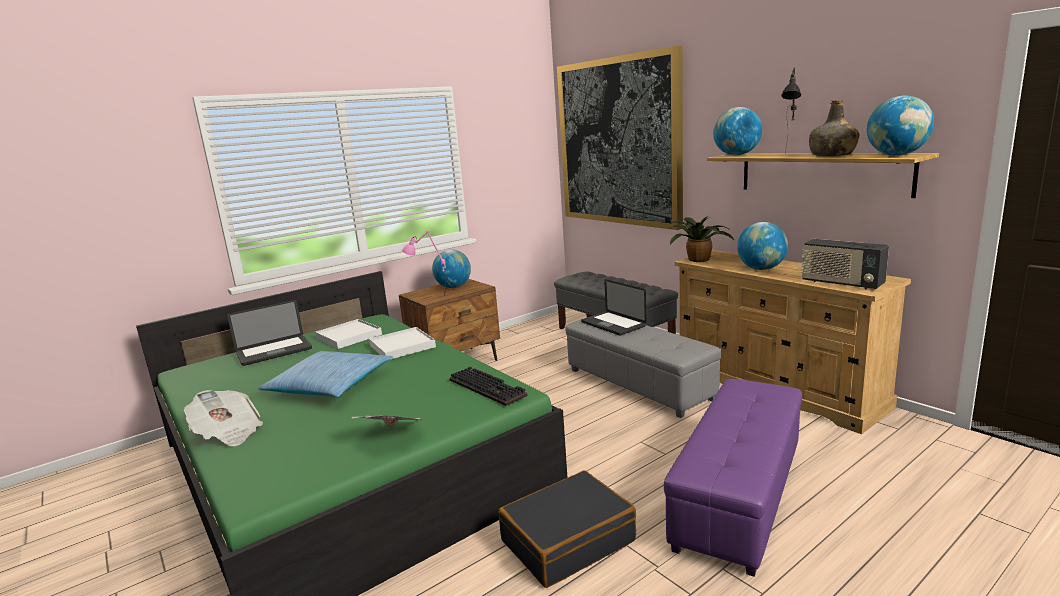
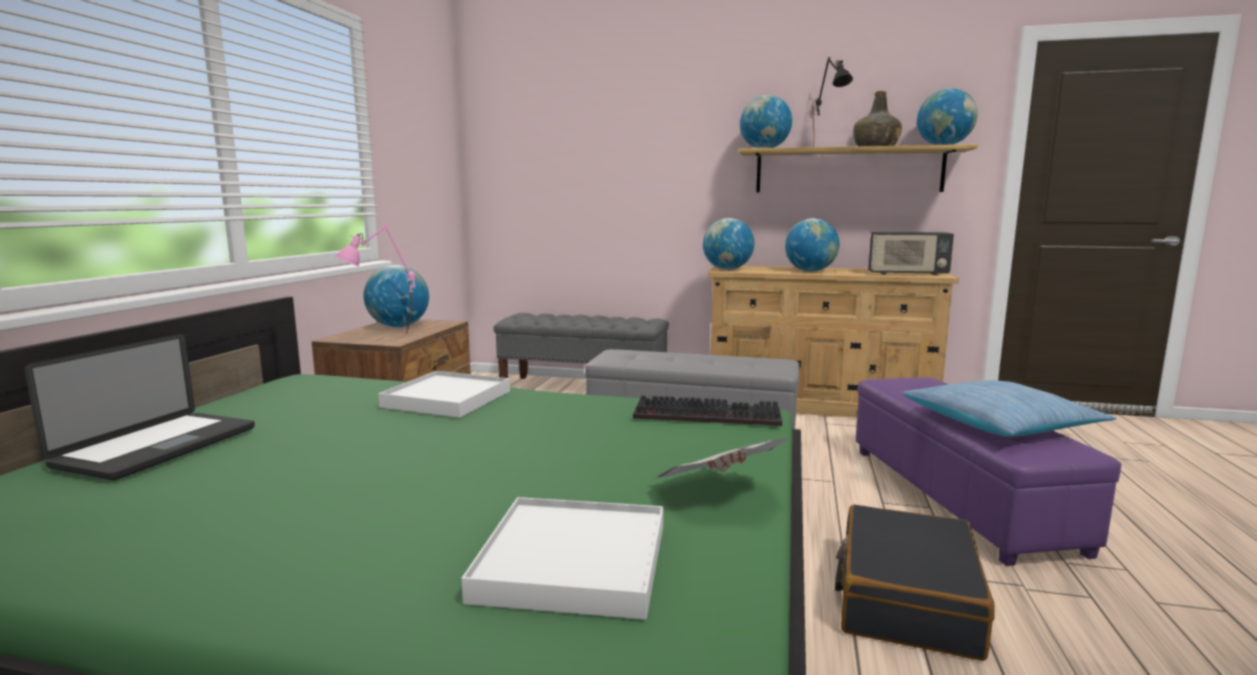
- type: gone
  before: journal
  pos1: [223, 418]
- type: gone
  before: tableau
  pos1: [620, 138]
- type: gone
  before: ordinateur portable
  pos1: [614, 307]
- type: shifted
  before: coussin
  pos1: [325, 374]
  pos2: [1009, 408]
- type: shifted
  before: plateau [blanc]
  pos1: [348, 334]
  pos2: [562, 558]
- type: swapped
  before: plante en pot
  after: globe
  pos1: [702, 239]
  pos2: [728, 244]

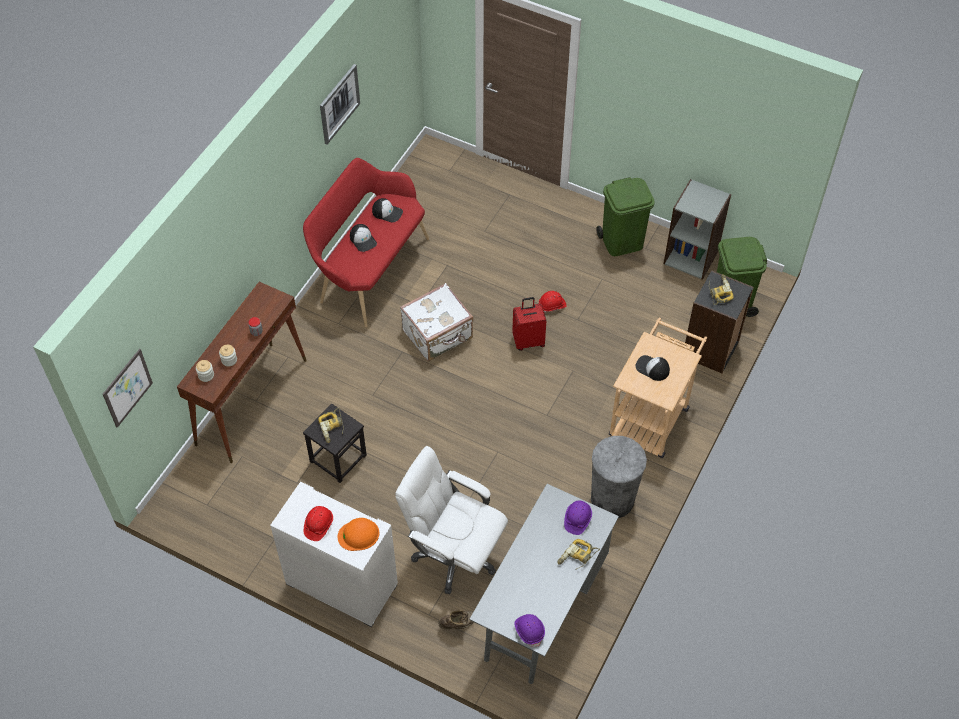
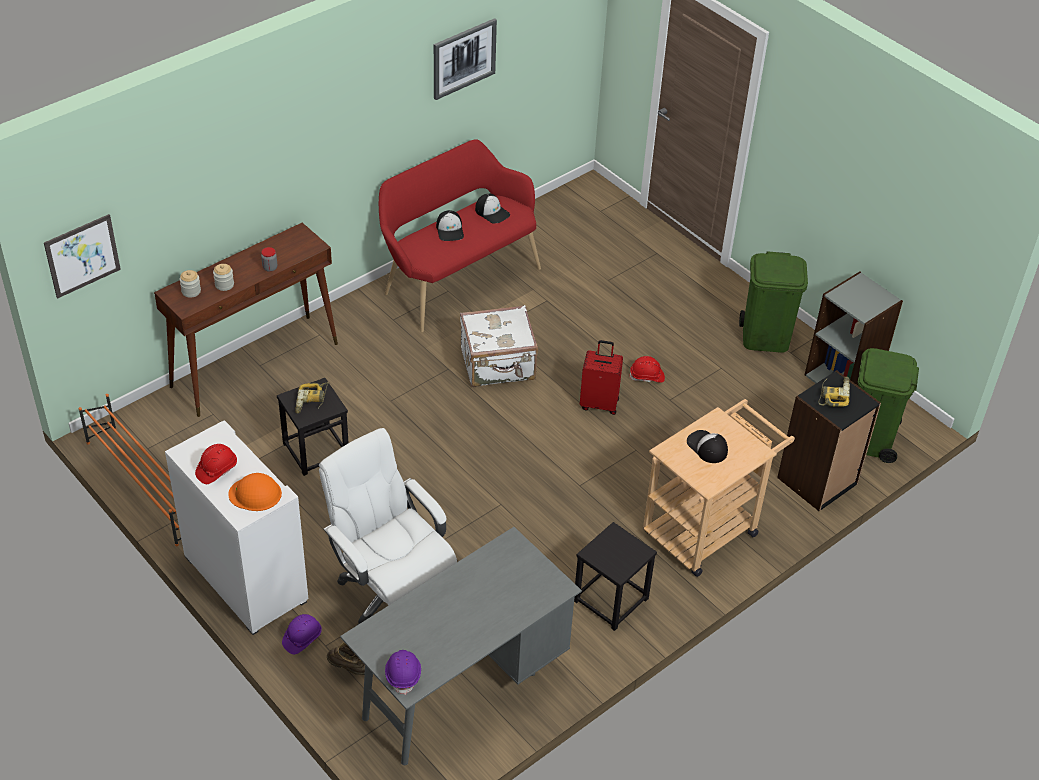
- type: gone
  before: perceuse
  pos1: [578, 554]
- type: new
  after: étagère à chaussures [orange]
  pos2: [130, 470]
- type: shifted
  before: casque de chantier [violet]
  pos1: [578, 518]
  pos2: [302, 634]
- type: swapped
  before: poubelle [gris]
  after: tabouret [noir]
  pos1: [619, 477]
  pos2: [615, 576]

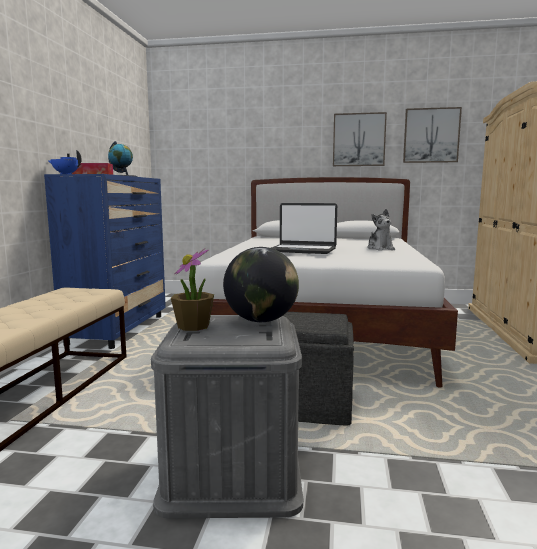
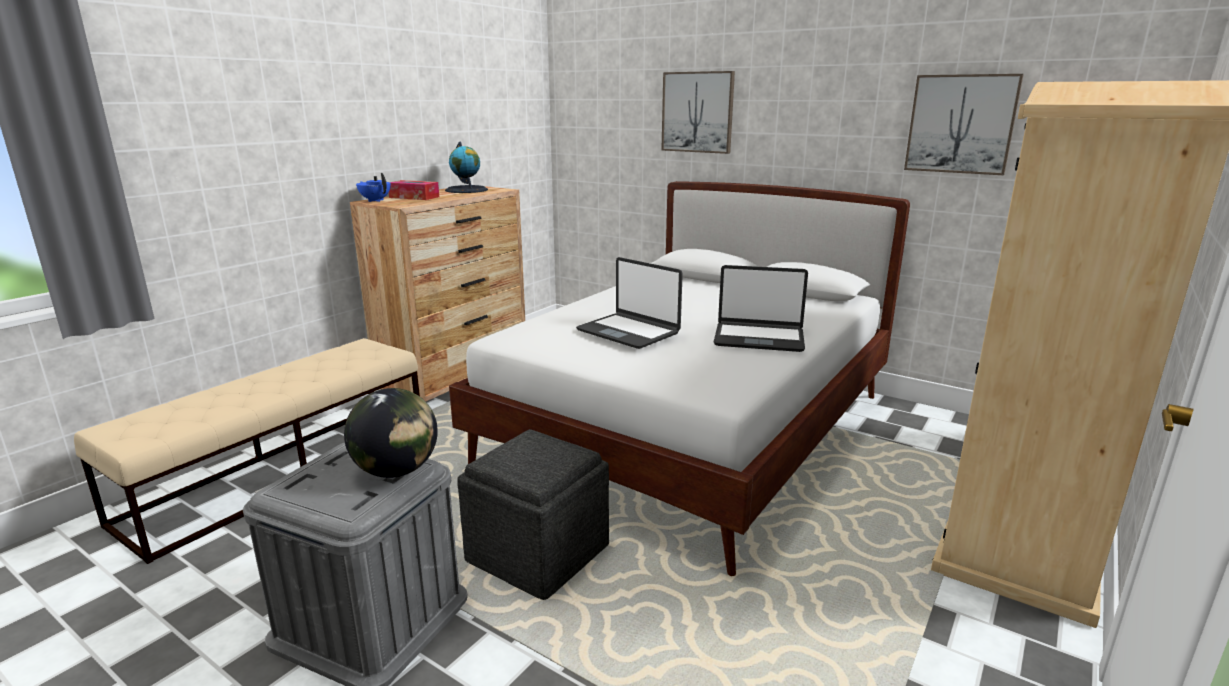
- type: gone
  before: plante en pot
  pos1: [192, 289]
- type: shifted
  before: tableau
  pos1: [360, 139]
  pos2: [698, 112]
- type: swapped
  before: peluche
  after: ordinateur portable
  pos1: [381, 230]
  pos2: [761, 308]
- type: repainted
  before: commode [bleu]
  after: commode [marron]
  pos1: [105, 261]
  pos2: [437, 294]

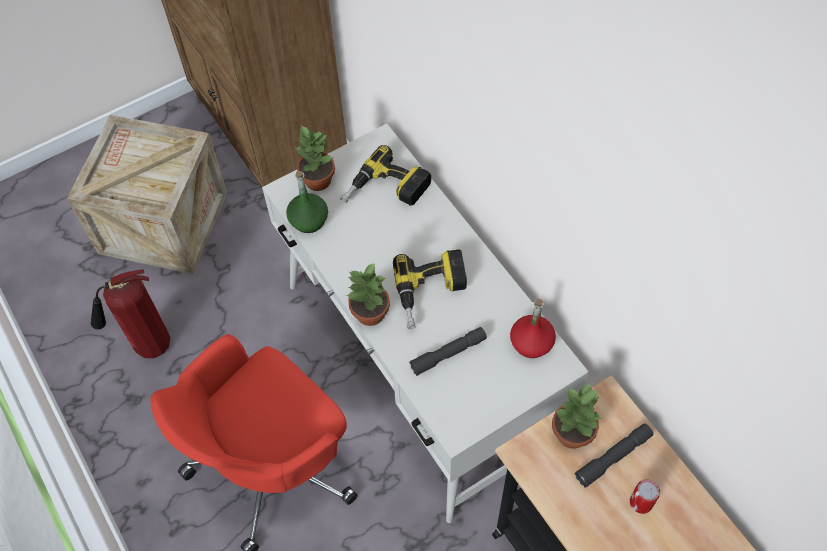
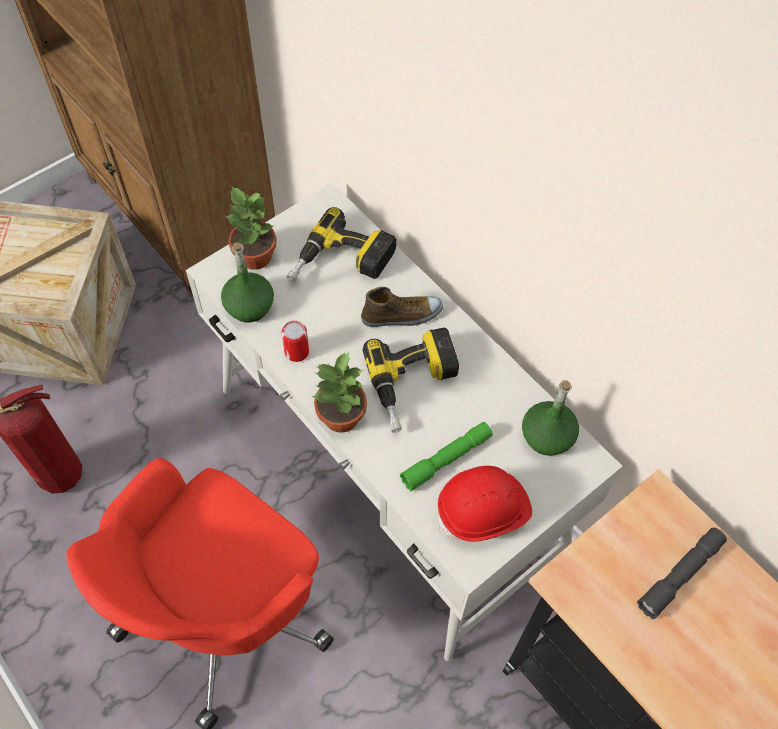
- type: gone
  before: plante en pot
  pos1: [576, 416]
- type: new
  after: chaussure
  pos2: [402, 307]
- type: new
  after: casque de chantier [rouge]
  pos2: [485, 504]
- type: shifted
  before: boîte métallique
  pos1: [645, 496]
  pos2: [295, 341]
- type: repainted
  before: lampe de poche [gris]
  after: lampe de poche [vert]
  pos1: [448, 351]
  pos2: [446, 456]
- type: repainted
  before: bouteille [rouge]
  after: bouteille [vert]
  pos1: [533, 328]
  pos2: [550, 418]

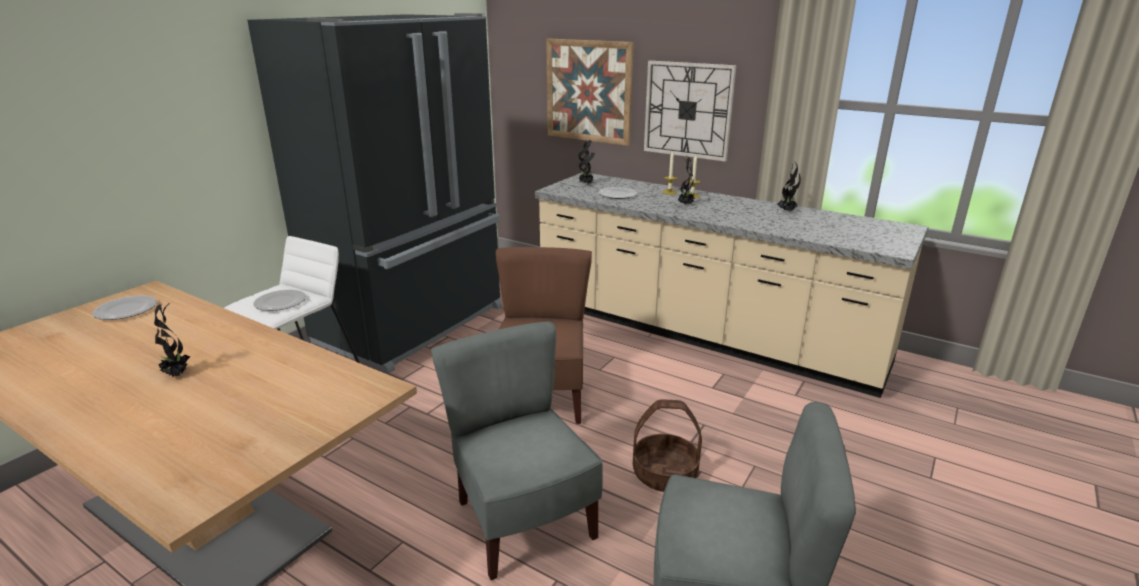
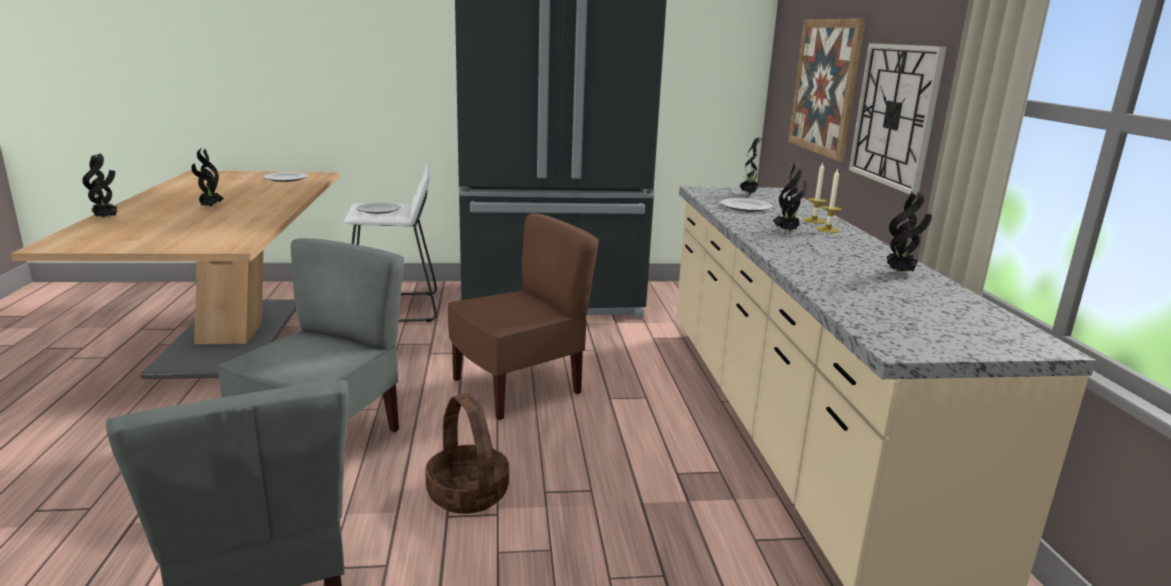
- type: new
  after: plante en pot
  pos2: [99, 186]

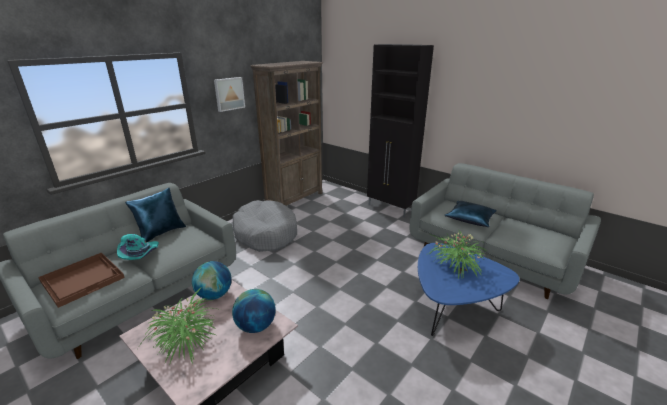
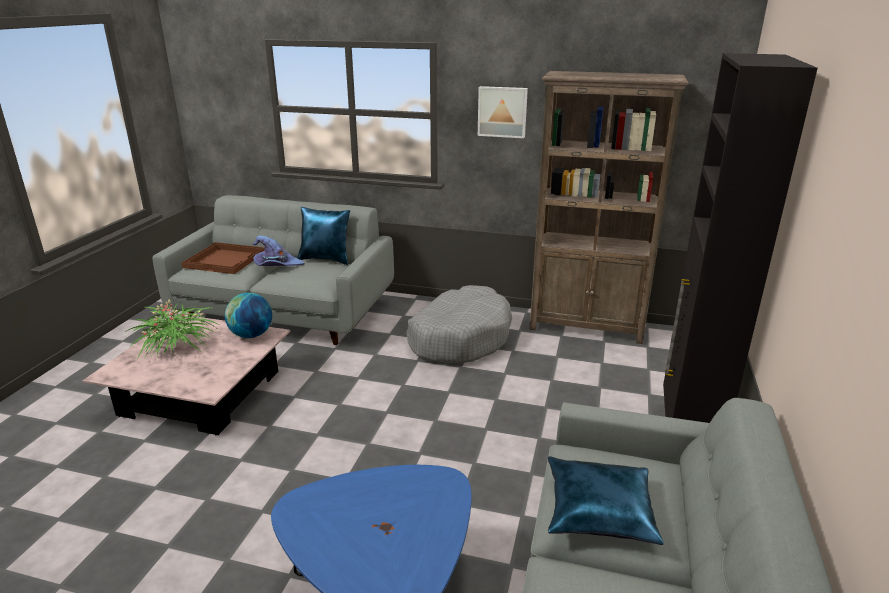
- type: gone
  before: globe
  pos1: [254, 311]
- type: gone
  before: plante en pot
  pos1: [457, 254]
- type: repainted
  before: chapeau [turquoise]
  after: chapeau [violet]
  pos1: [138, 247]
  pos2: [278, 251]

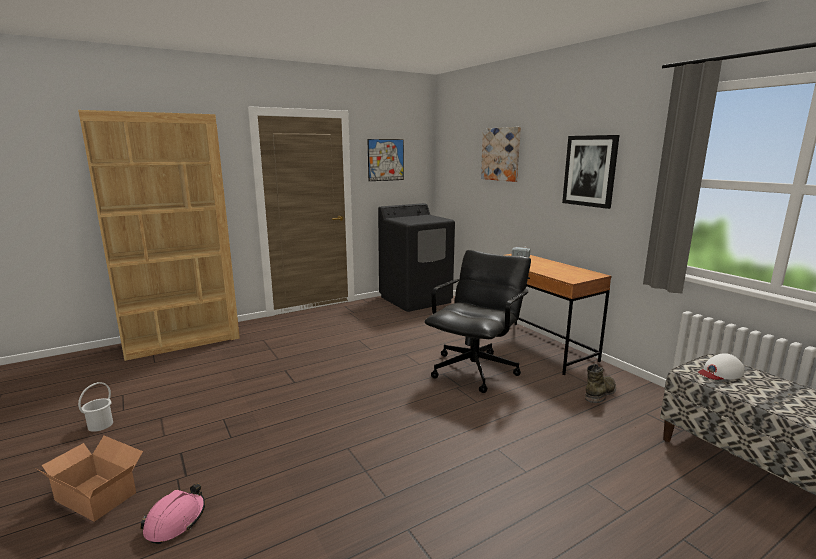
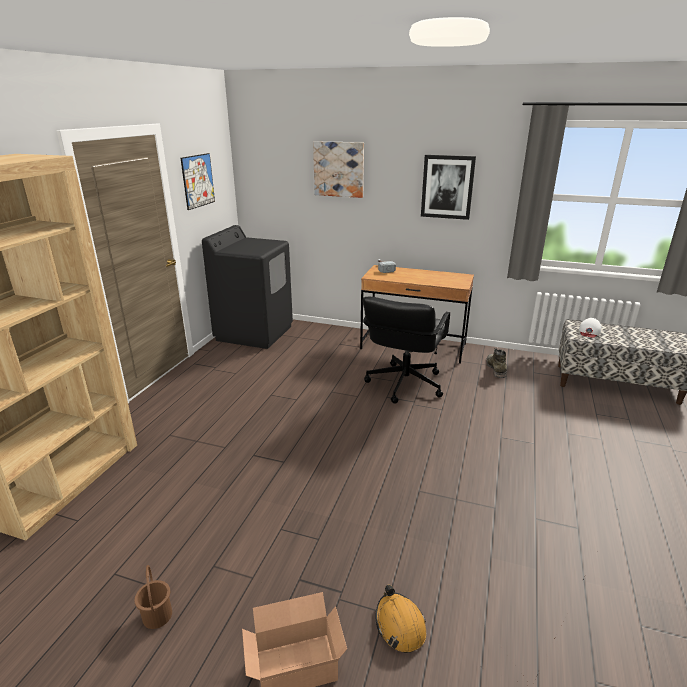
- type: repainted
  before: seau [blanc]
  after: seau [marron]
  pos1: [95, 407]
  pos2: [153, 597]
- type: repainted
  before: casque de chantier [rose]
  after: casque de chantier [orange]
  pos1: [172, 513]
  pos2: [401, 619]
- type: rotated
  before: chaise de bureau [noir]
  pos1: [477, 321]
  pos2: [406, 350]
  turn: -150

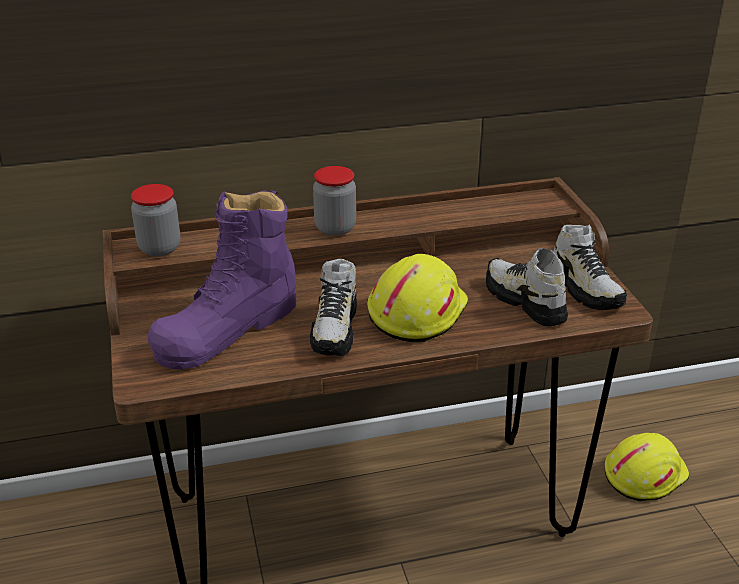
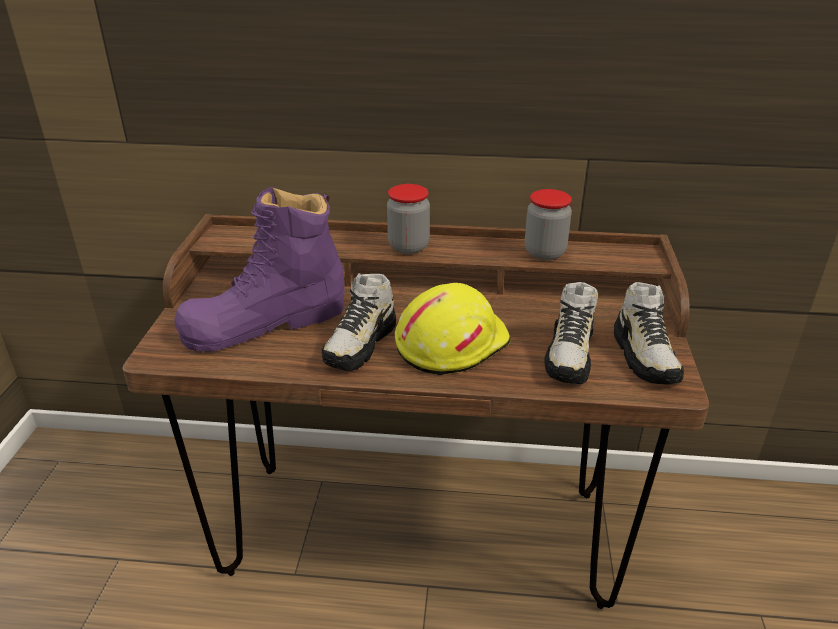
- type: gone
  before: casque de chantier [jaune]
  pos1: [647, 467]
- type: shifted
  before: bocal
  pos1: [155, 220]
  pos2: [548, 224]
- type: rotated
  before: chaussure
  pos1: [527, 287]
  pos2: [571, 333]
  turn: -150

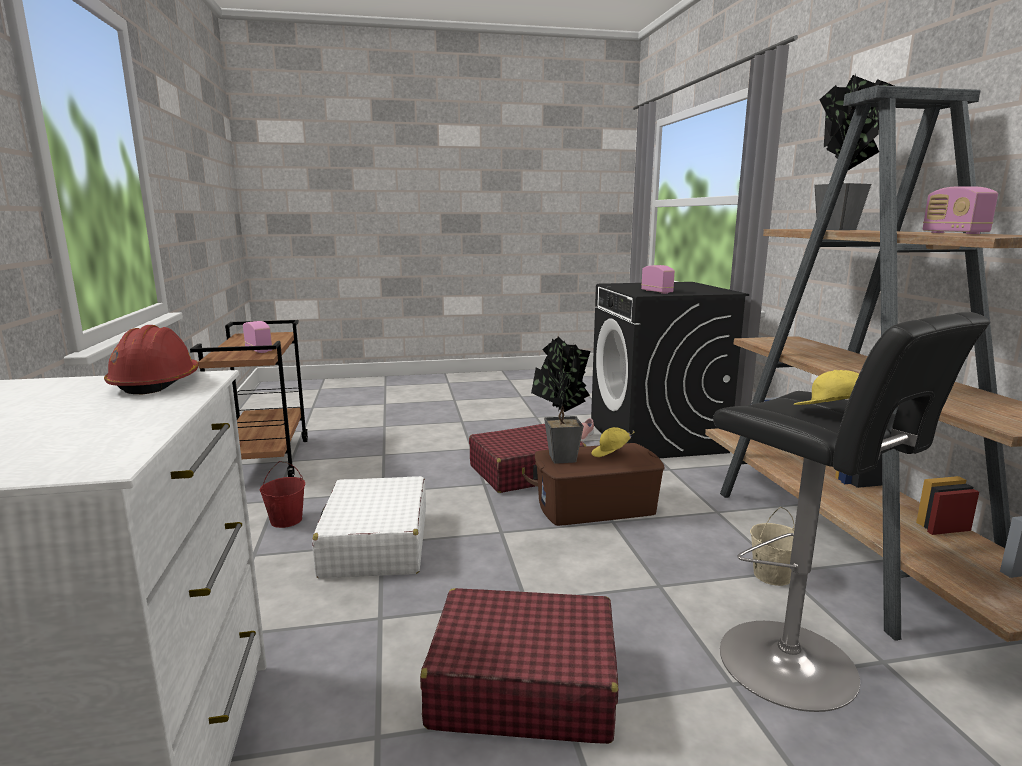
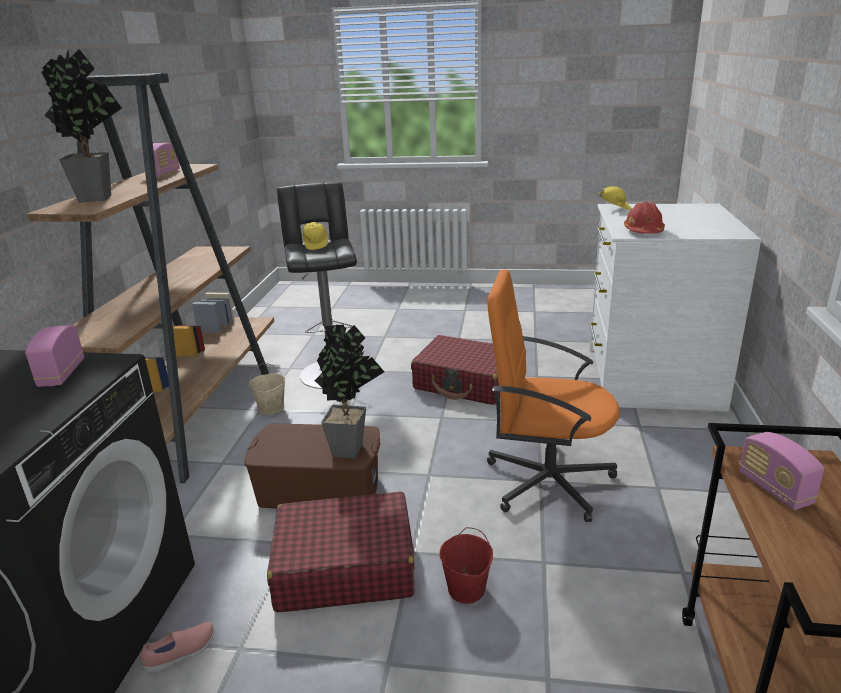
- type: shifted
  before: seau [rouge]
  pos1: [282, 494]
  pos2: [466, 565]
- type: shifted
  before: casquette [jaune]
  pos1: [612, 442]
  pos2: [613, 198]
- type: swapped
  before: valise [blanc]
  after: chaise de bureau [orange]
  pos1: [369, 527]
  pos2: [553, 396]

